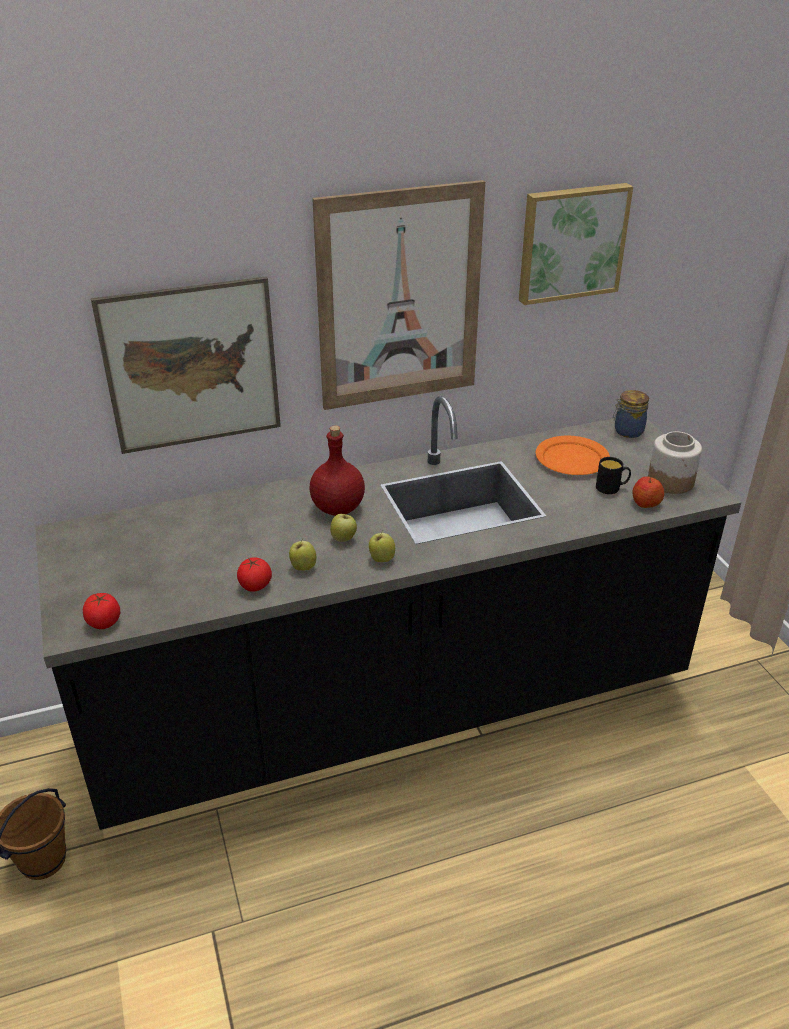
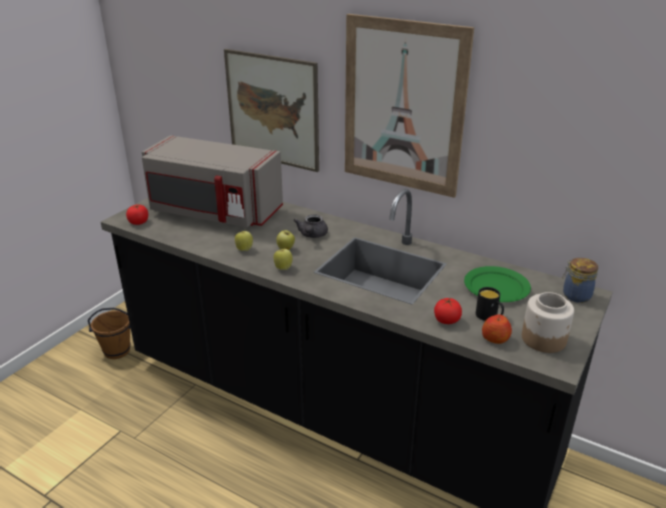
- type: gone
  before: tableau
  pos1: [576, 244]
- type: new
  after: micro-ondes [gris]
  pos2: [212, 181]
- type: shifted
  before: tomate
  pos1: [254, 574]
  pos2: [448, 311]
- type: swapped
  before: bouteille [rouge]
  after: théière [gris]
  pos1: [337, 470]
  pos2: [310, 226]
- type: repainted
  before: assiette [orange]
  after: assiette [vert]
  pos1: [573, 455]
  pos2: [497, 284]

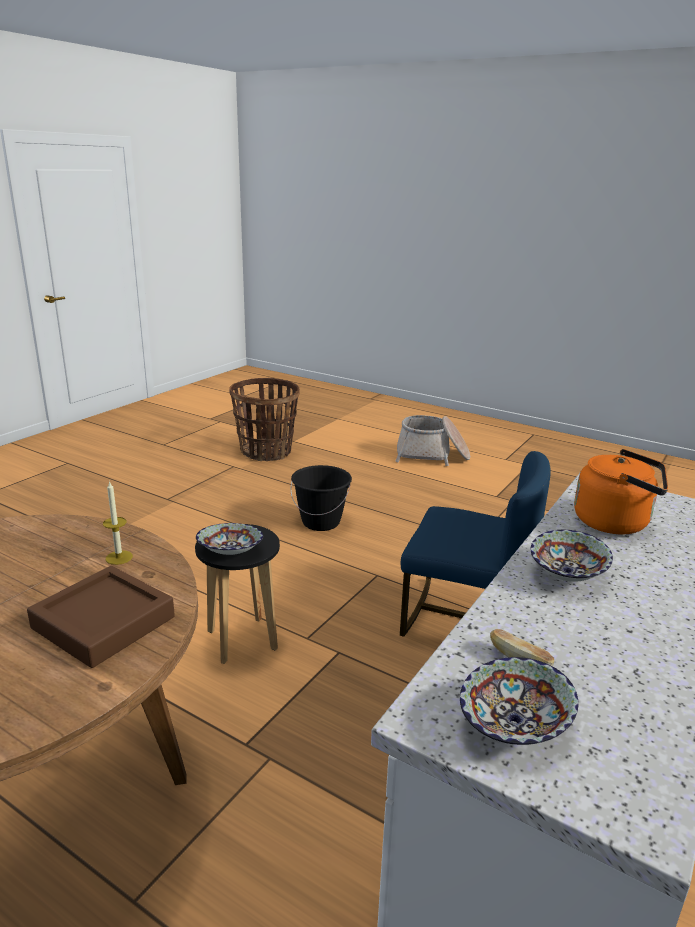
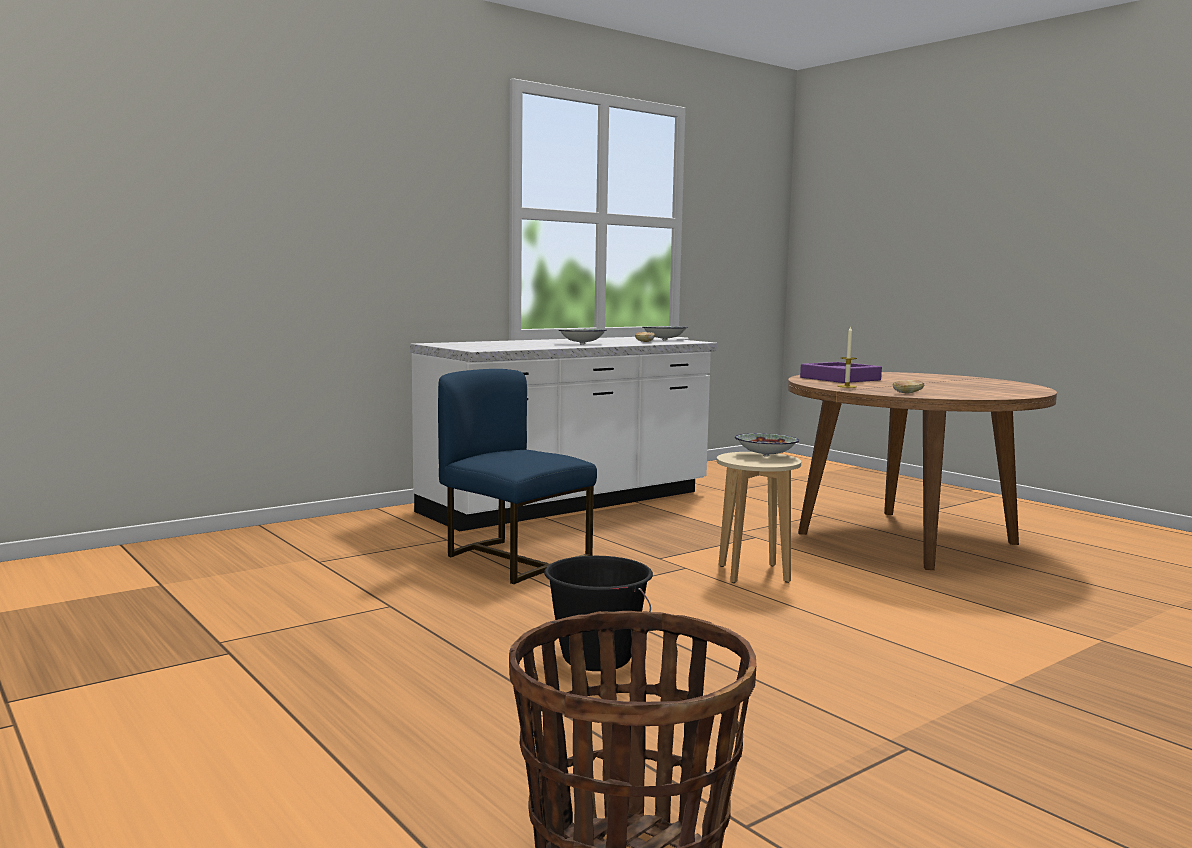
- type: gone
  before: panier
  pos1: [433, 440]
- type: gone
  before: bouilloire [orange]
  pos1: [621, 491]
- type: new
  after: pain
  pos2: [908, 386]
- type: repainted
  before: plateau [marron]
  after: plateau [violet]
  pos1: [101, 617]
  pos2: [841, 372]
- type: repainted
  before: tabouret [noir]
  after: tabouret [beige]
  pos1: [237, 594]
  pos2: [759, 517]

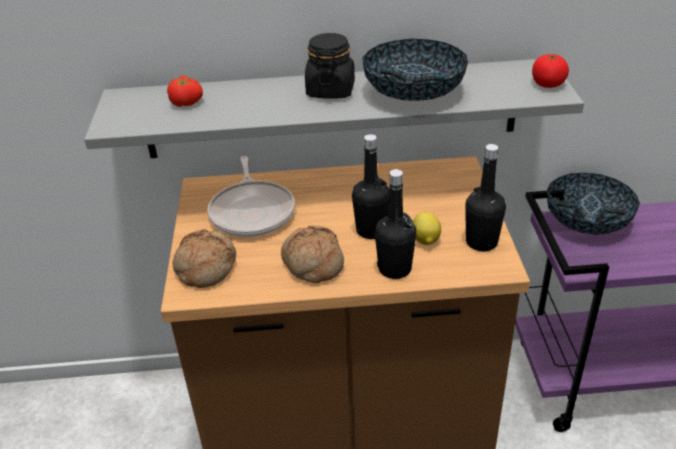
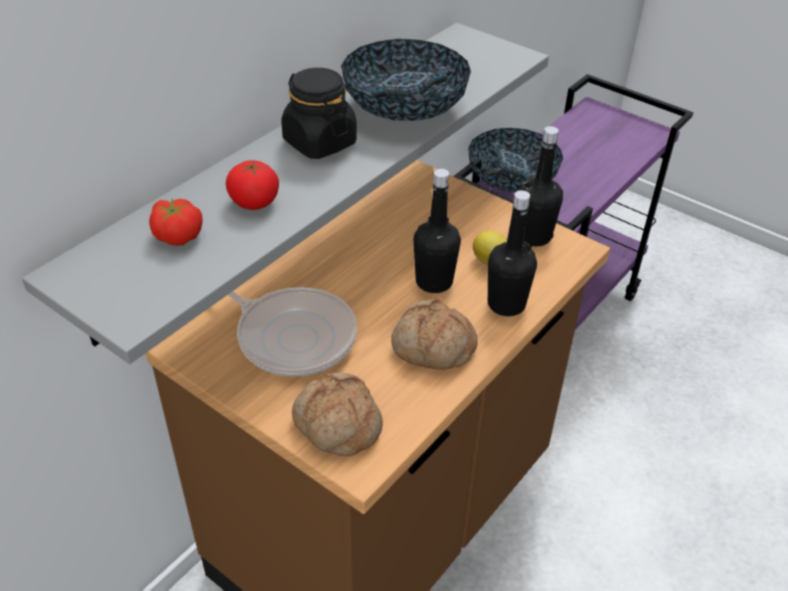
- type: shifted
  before: tomate
  pos1: [550, 71]
  pos2: [252, 185]

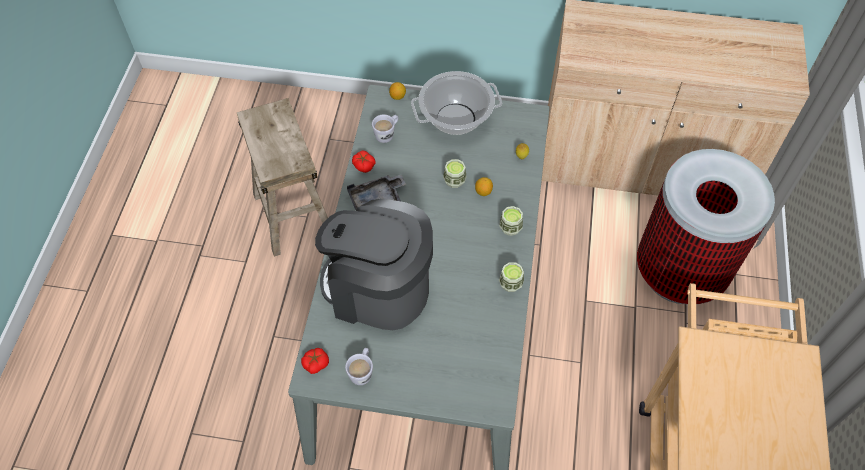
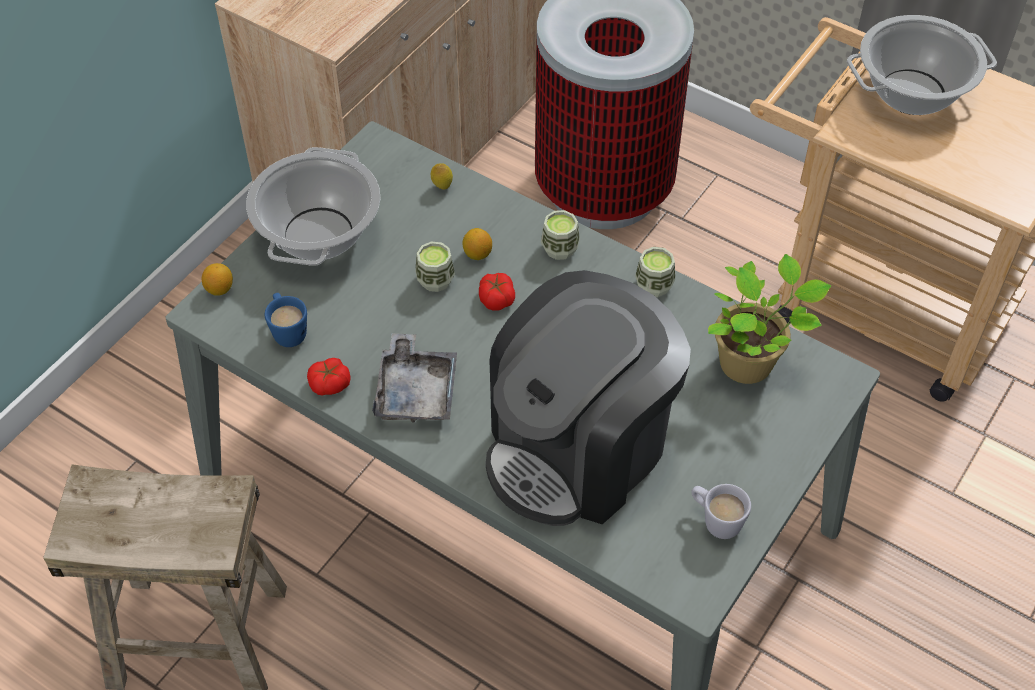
- type: new
  after: plante en pot
  pos2: [769, 319]
- type: new
  after: marmite
  pos2: [922, 65]
- type: shifted
  before: tomate
  pos1: [315, 361]
  pos2: [497, 292]
- type: repainted
  before: mug [blanc]
  after: mug [bleu]
  pos1: [385, 129]
  pos2: [286, 320]

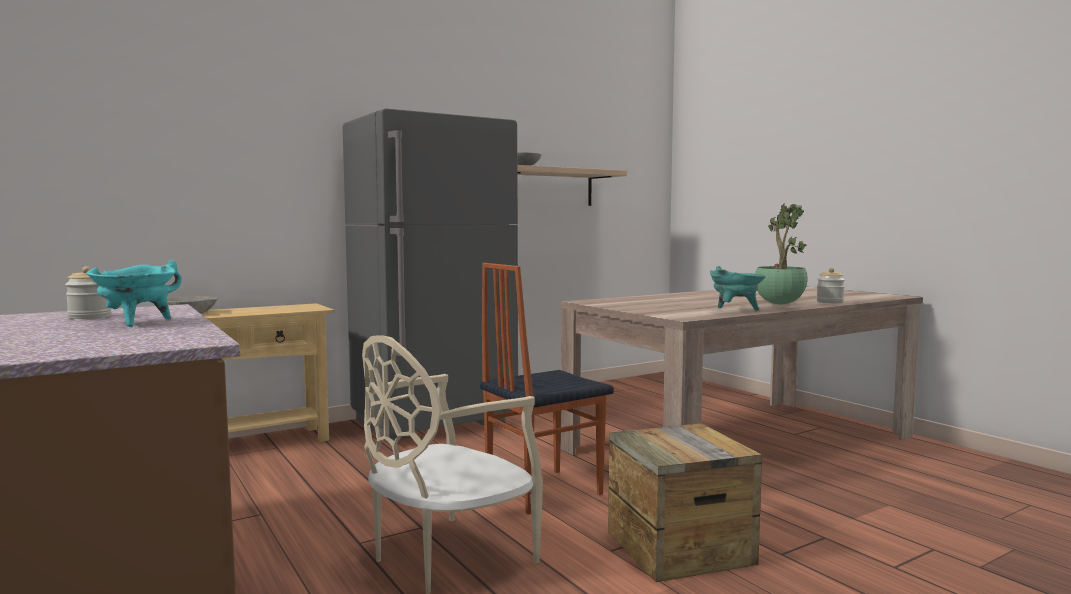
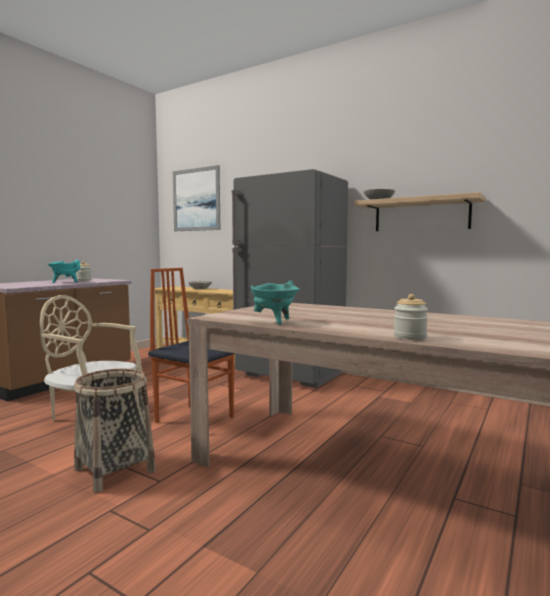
- type: gone
  before: plante en pot
  pos1: [781, 254]
- type: new
  after: tableau
  pos2: [196, 198]
- type: swapped
  before: caisse
  after: panier
  pos1: [685, 502]
  pos2: [115, 431]

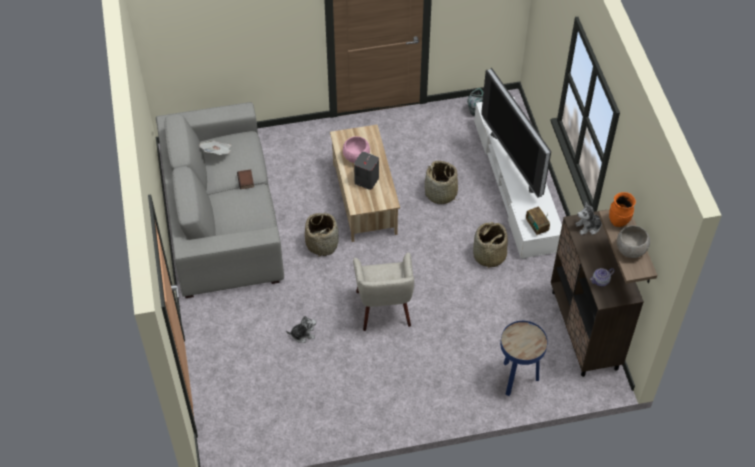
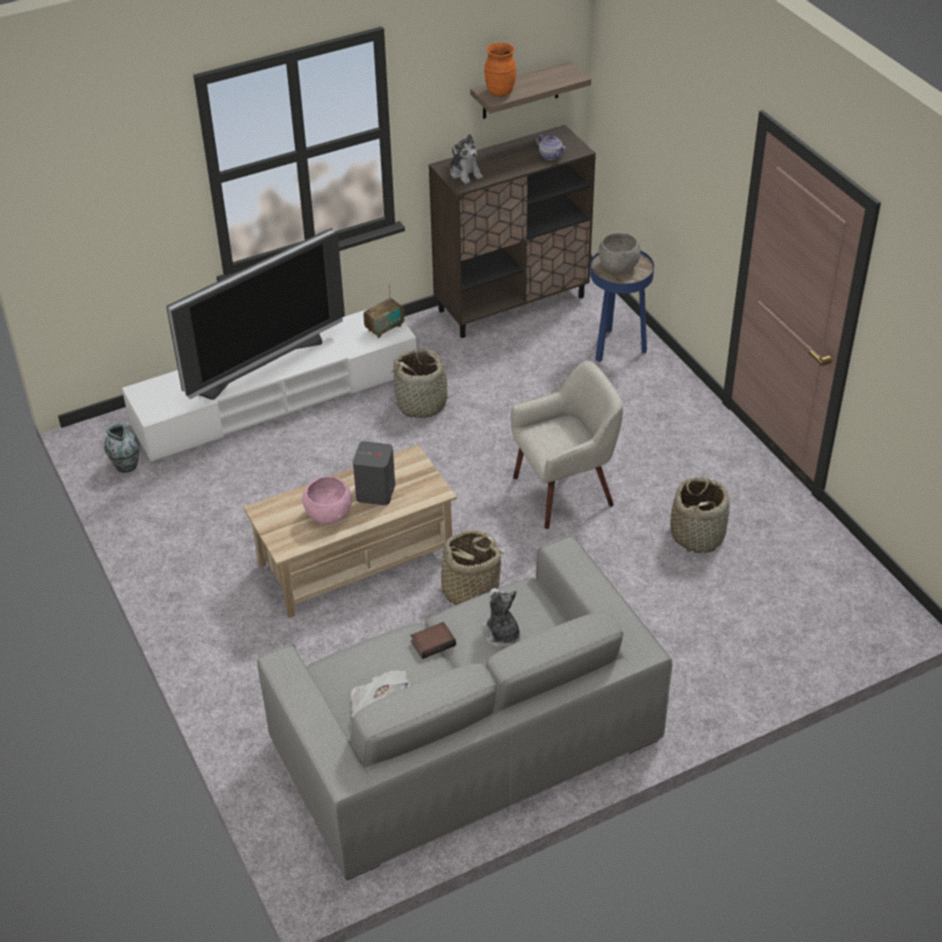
- type: shifted
  before: peluche
  pos1: [301, 329]
  pos2: [501, 618]
- type: shifted
  before: panier
  pos1: [442, 182]
  pos2: [700, 515]
- type: shifted
  before: bol [gris]
  pos1: [633, 241]
  pos2: [620, 252]

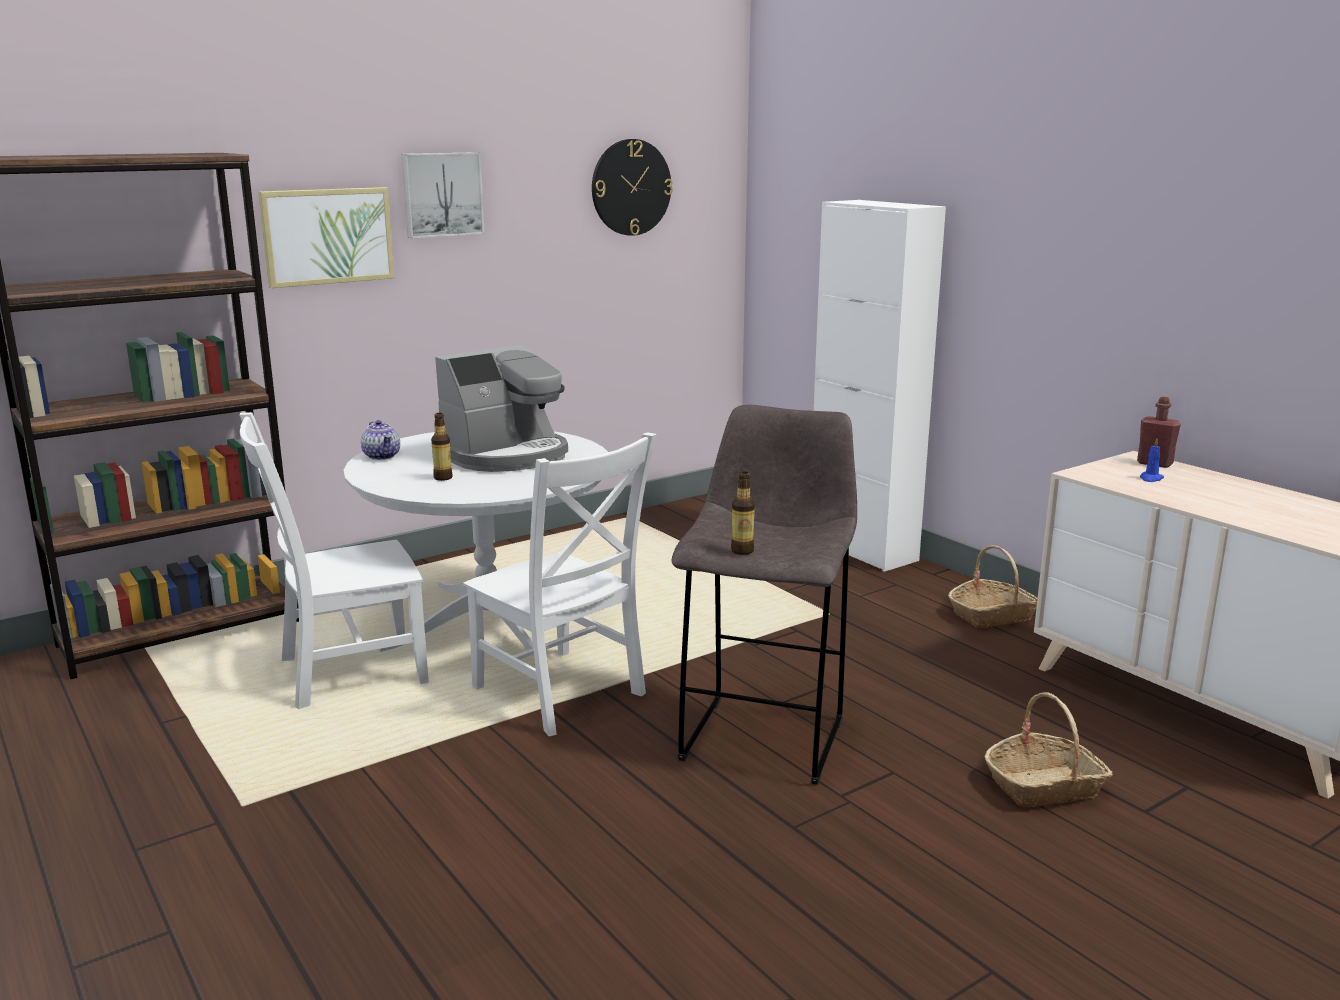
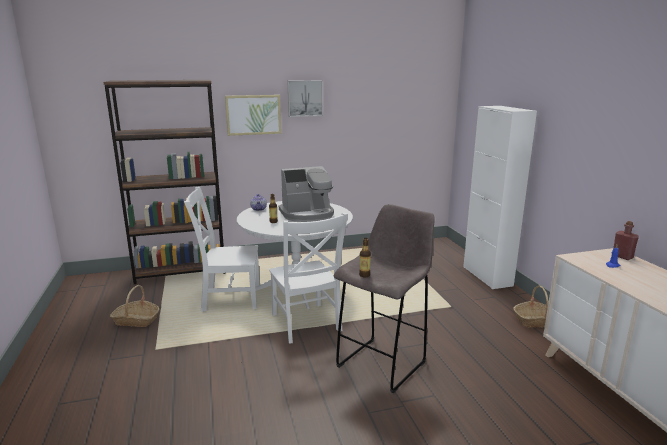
- type: gone
  before: horloge murale
  pos1: [632, 187]
- type: shifted
  before: panier
  pos1: [1049, 749]
  pos2: [134, 306]

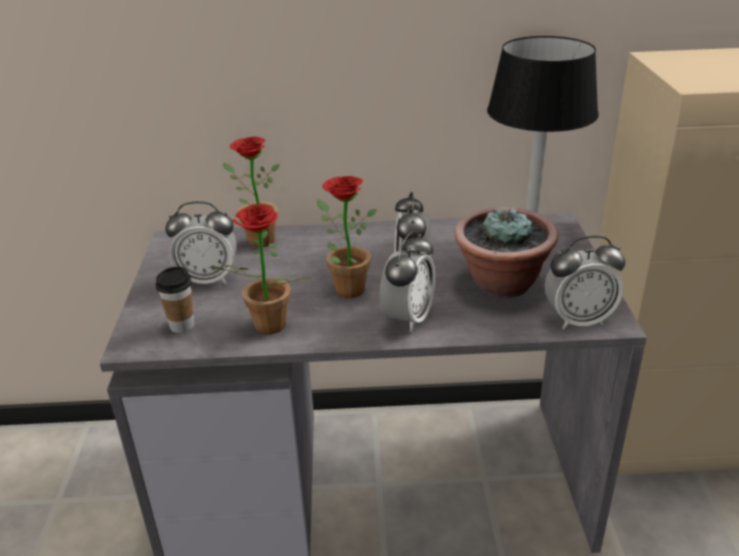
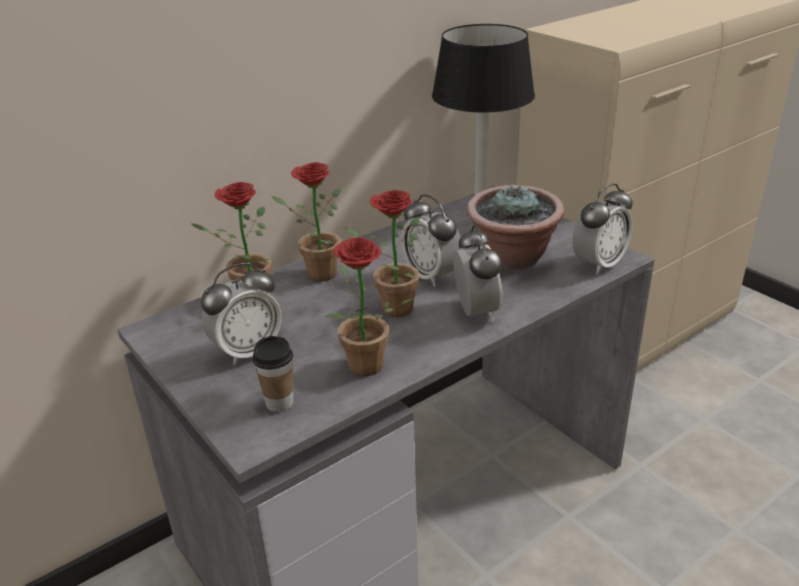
- type: new
  after: plante en pot
  pos2: [306, 222]

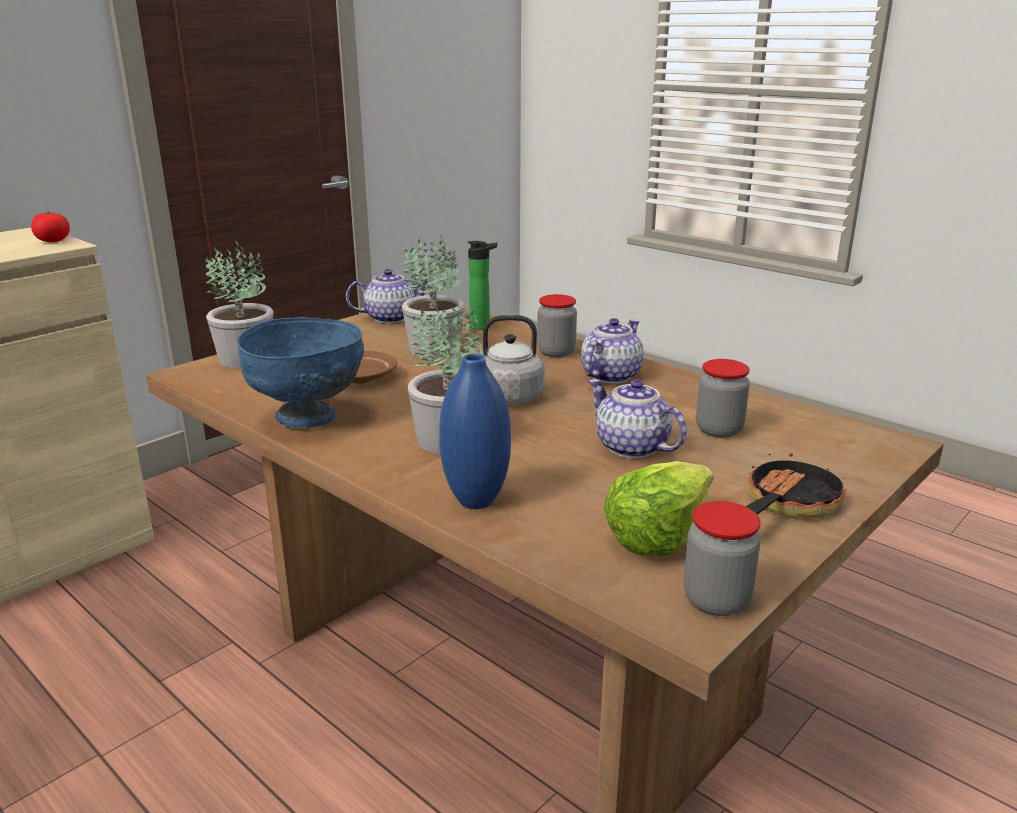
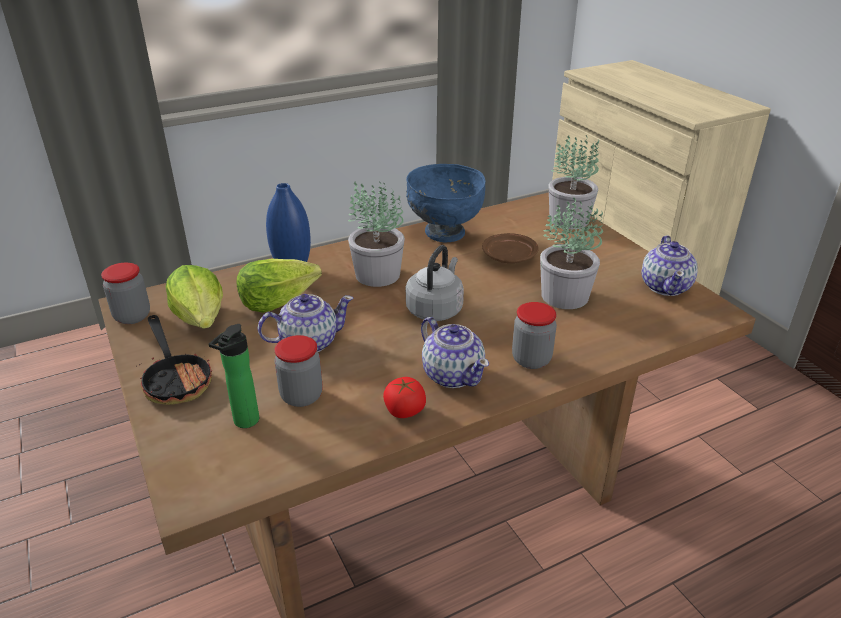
- type: new
  after: laitue
  pos2: [279, 286]
- type: shifted
  before: tomate
  pos1: [50, 227]
  pos2: [404, 397]
- type: shifted
  before: bouteille
  pos1: [482, 285]
  pos2: [234, 376]

